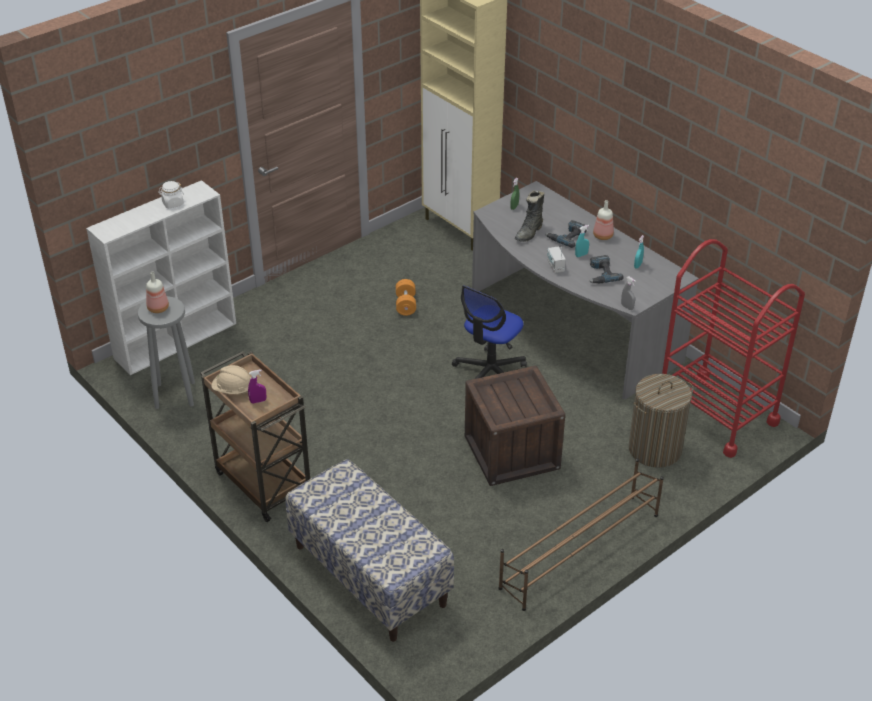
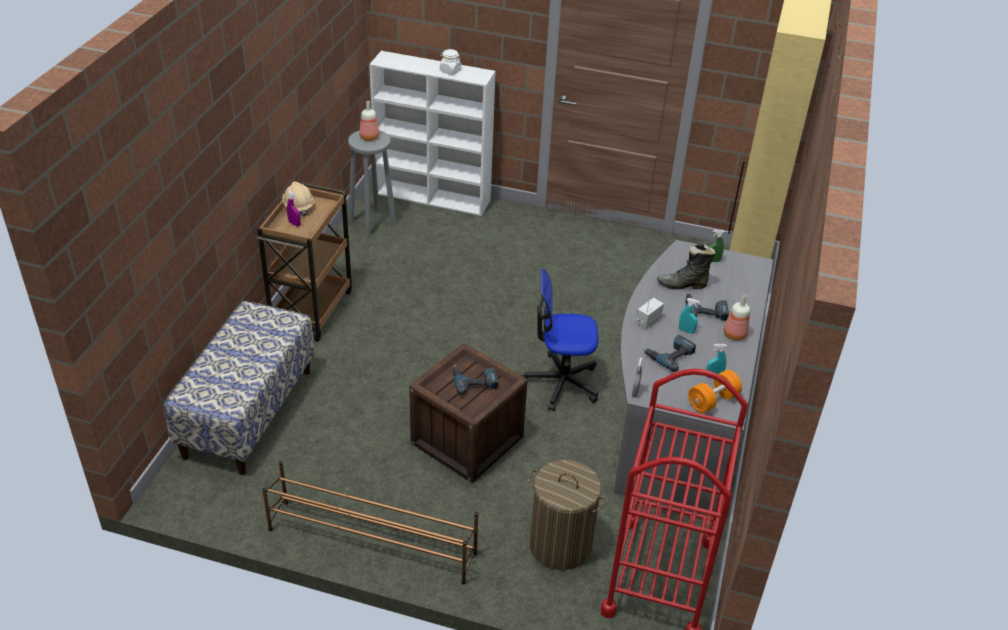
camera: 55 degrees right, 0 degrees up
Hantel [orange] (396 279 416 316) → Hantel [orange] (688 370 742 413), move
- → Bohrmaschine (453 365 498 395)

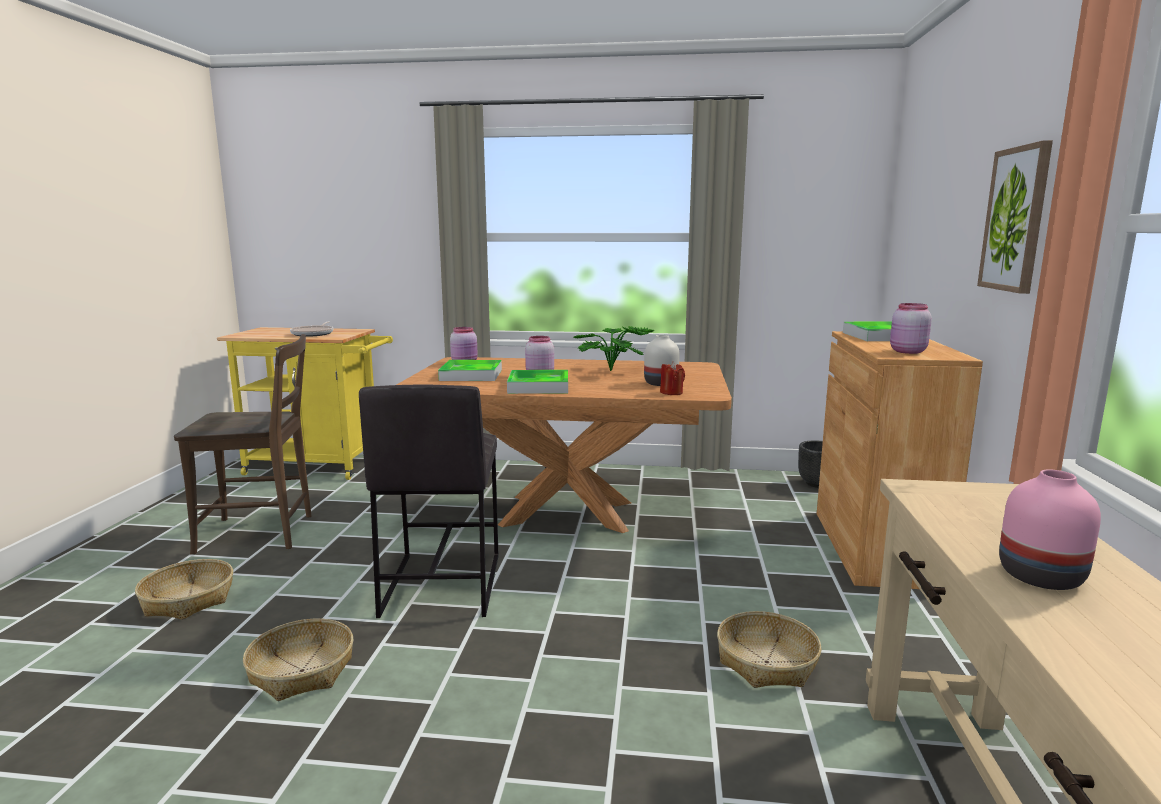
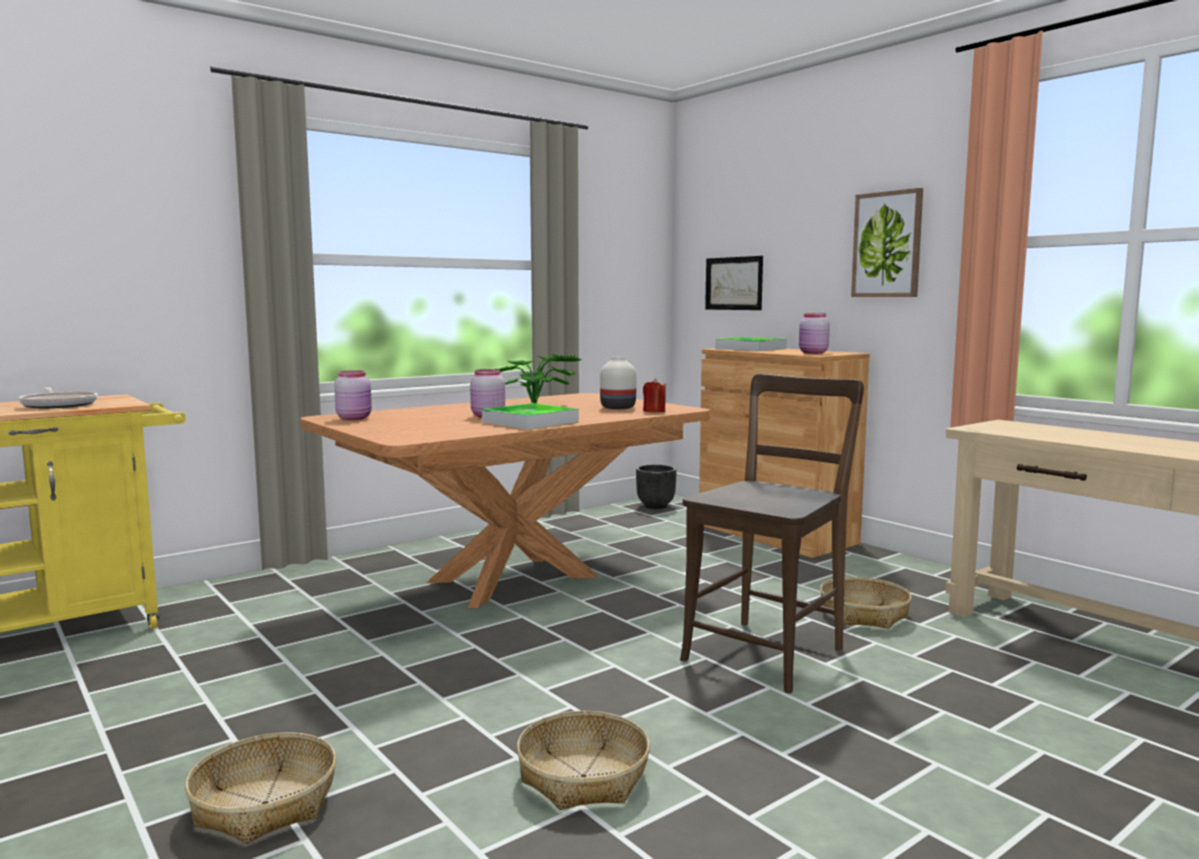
camera: 45 degrees left, 5 degrees down
Stuhl [braun] (174 334 311 555) → Stuhl [braun] (680 374 864 693), move
Tablett (438 360 502 381) → -
Hocker [grau] (359 384 499 618) → -
Vase [rosa] (999 470 1101 590) → -
- → Bild (705 256 763 310)

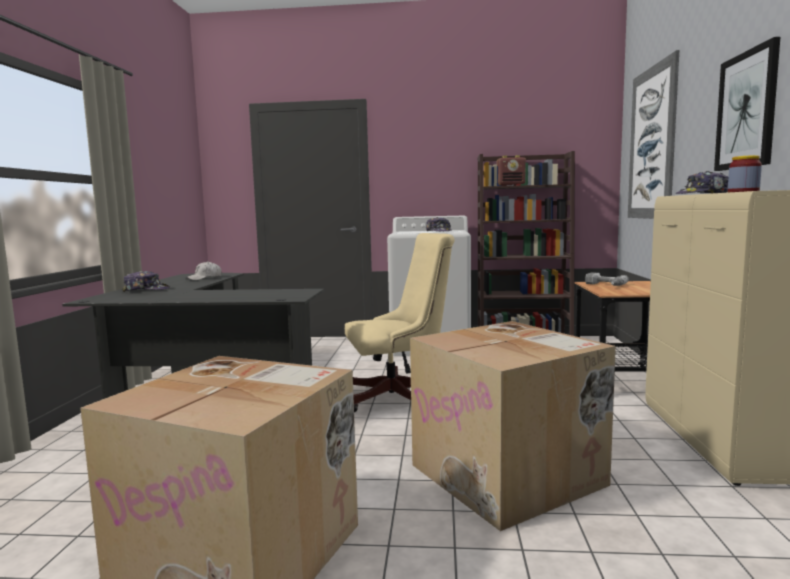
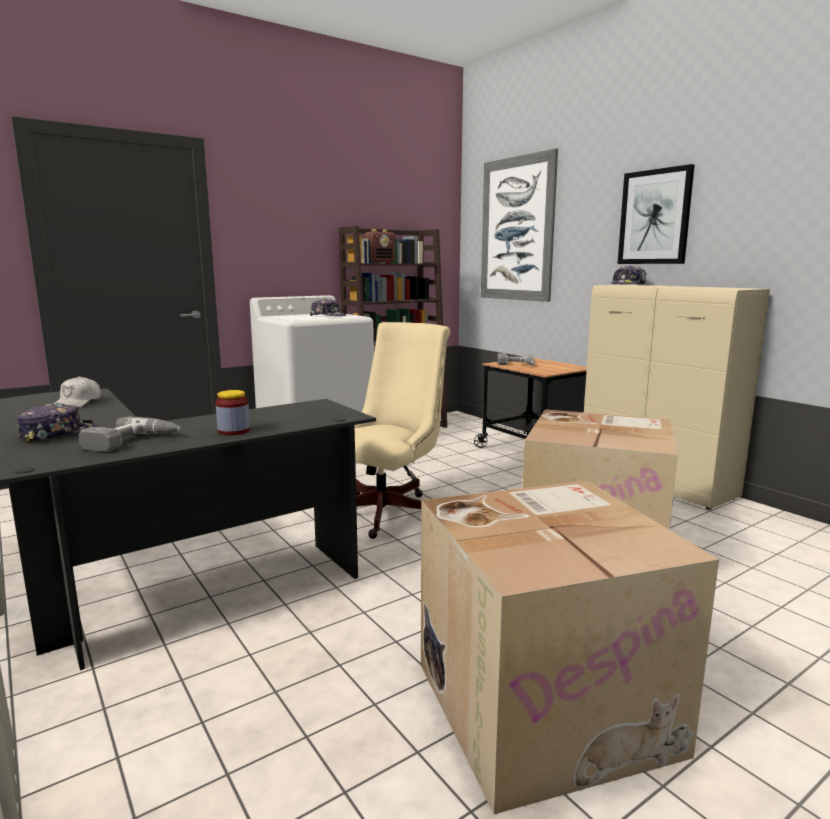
camera: 40 degrees left, 5 degrees up
Vorratsglas (728 155 762 192) → Vorratsglas (216 390 250 435), move
- → Bohrmaschine (79 417 180 452)

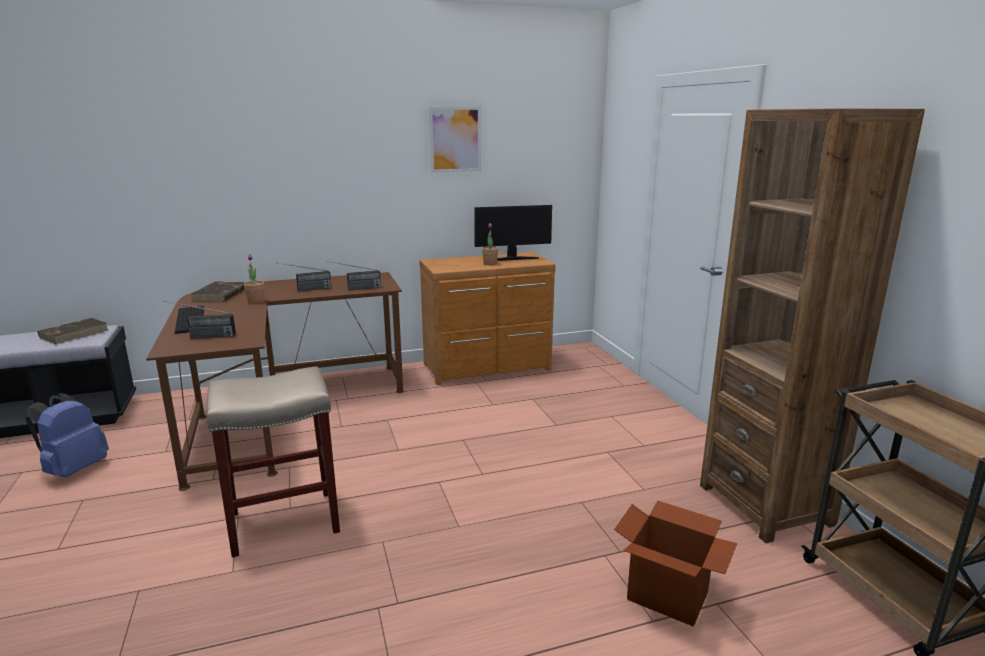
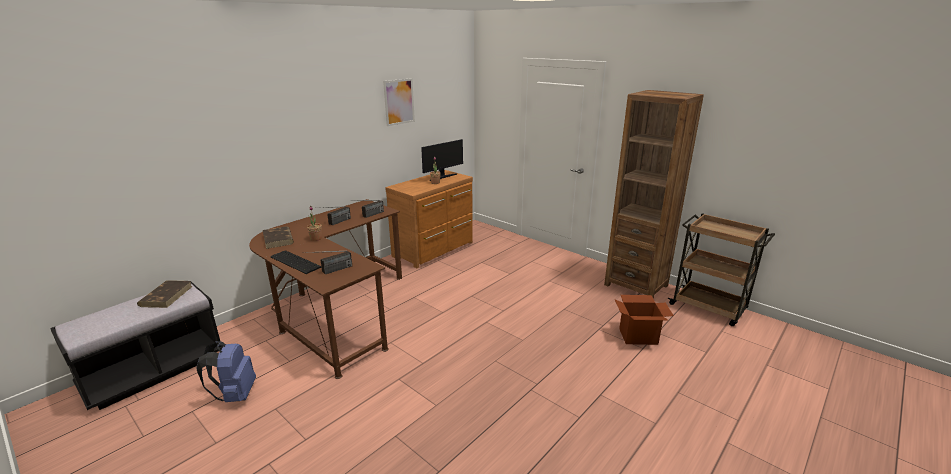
camera: 30 degrees left, 5 degrees up
Hocker [beige] (206 367 340 557) → -

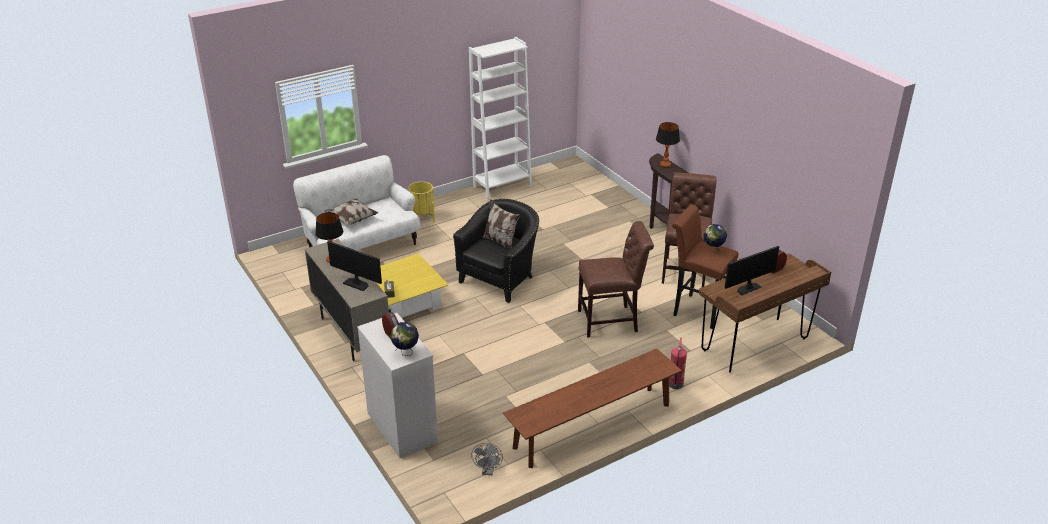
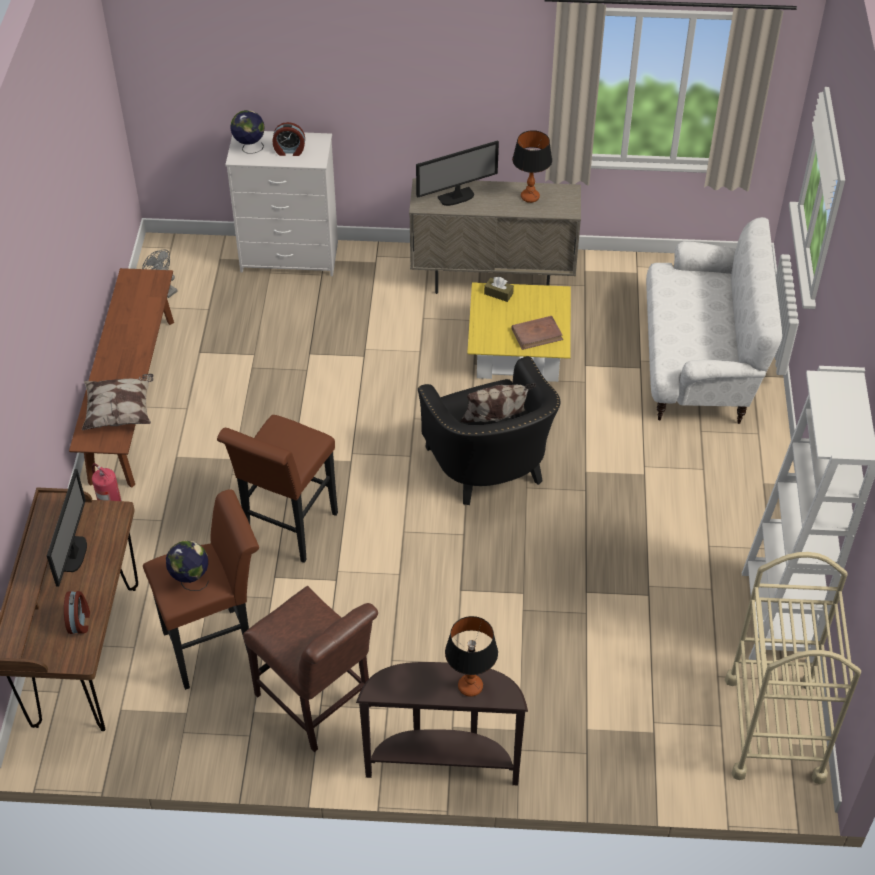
camera: 125 degrees right, 15 degrees up
Pflanzkübel [gelb] (408 181 435 222) → -
Kissen (324 199 378 226) → Kissen (82 374 154 430), move
Stuhl [braun] (578 221 654 338) → Hocker [braun] (217 415 338 563)
- → Buch [braun] (512 316 563 350)
- → Rollwagen [beige] (725 552 861 784)

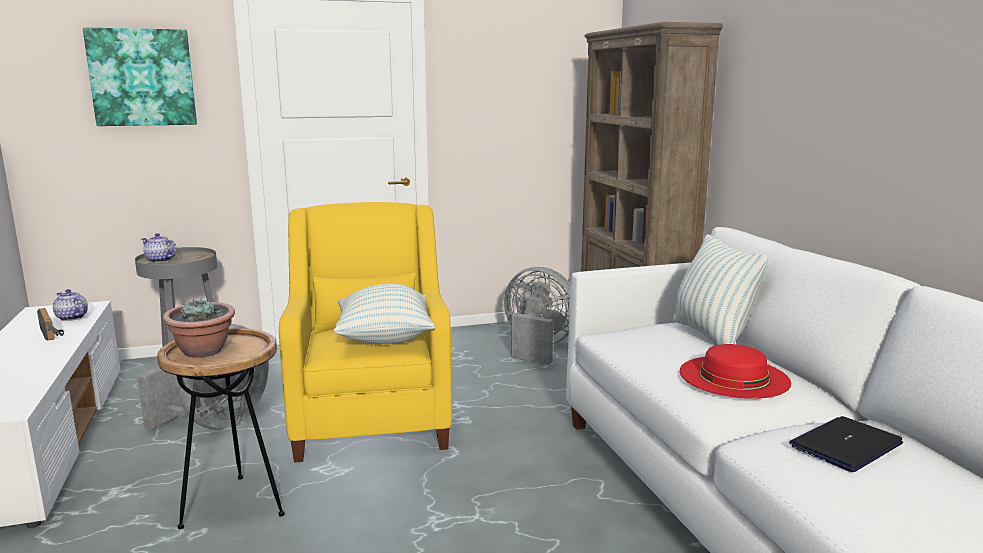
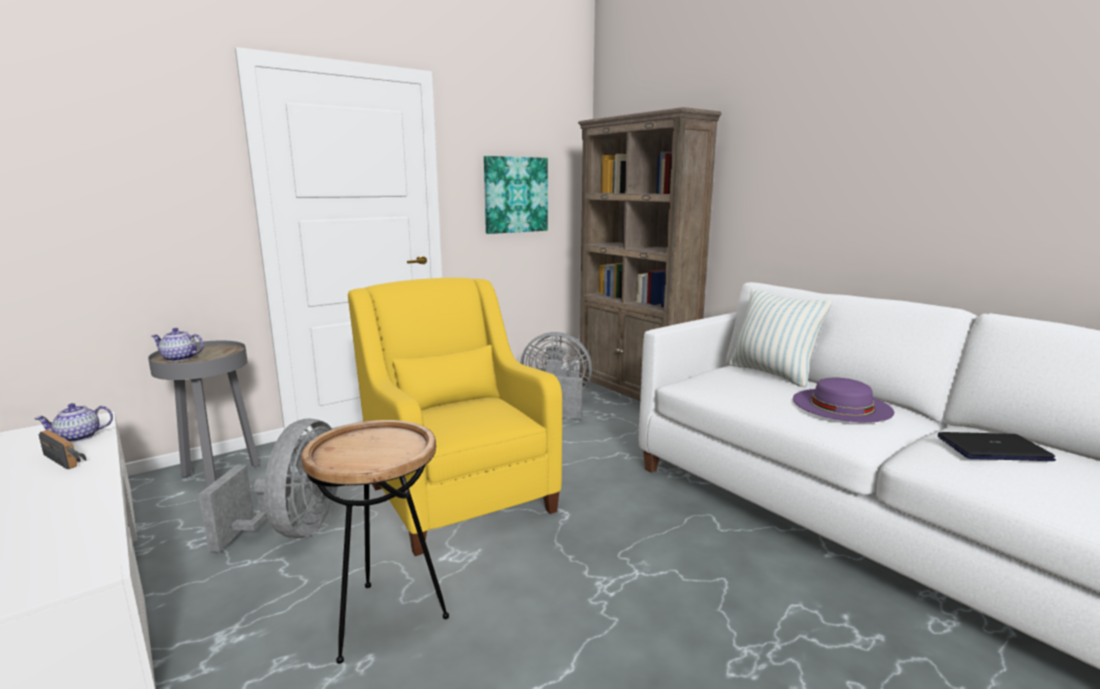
camera: 20 degrees left, 0 degrees up
Bild (83 28 197 126) → Bild (484 156 548 234), move
Kissen (334 284 435 344) → -
Teekanne (53 289 88 321) → Teekanne (34 403 113 442), 45 degrees counterclockwise
Topfpflanze (163 298 235 358) → -
Hut [rot] (680 344 791 399) → Hut [lila] (793 378 894 423)
Laptop (789 416 903 472) → Laptop (938 432 1056 461), 60 degrees clockwise

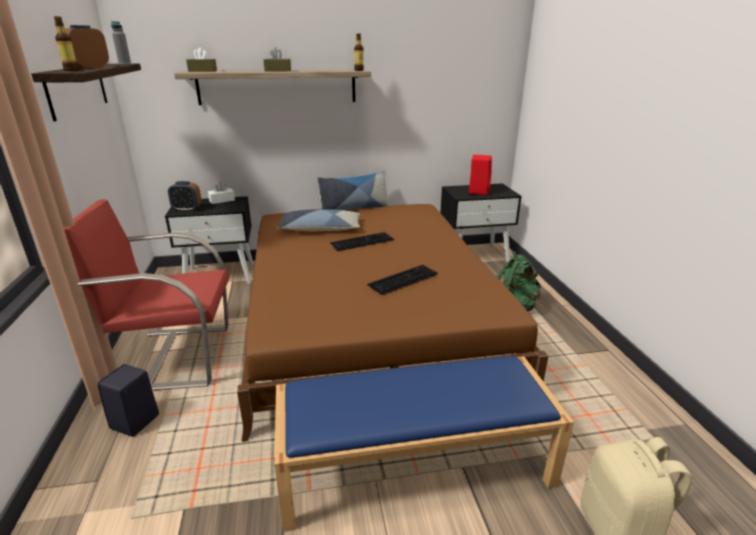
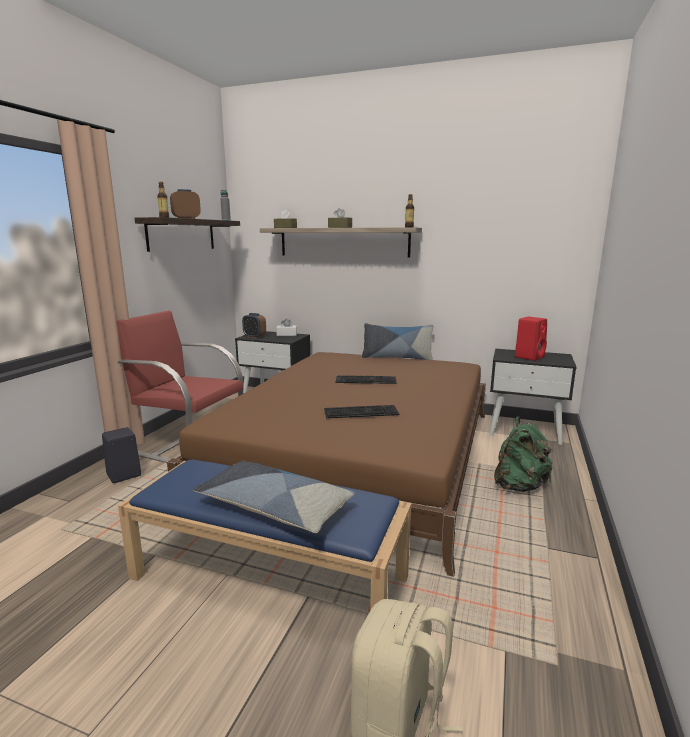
camera: 30 degrees right, 10 degrees down
Kissen (276 209 360 231) → Kissen (194 461 355 533), move

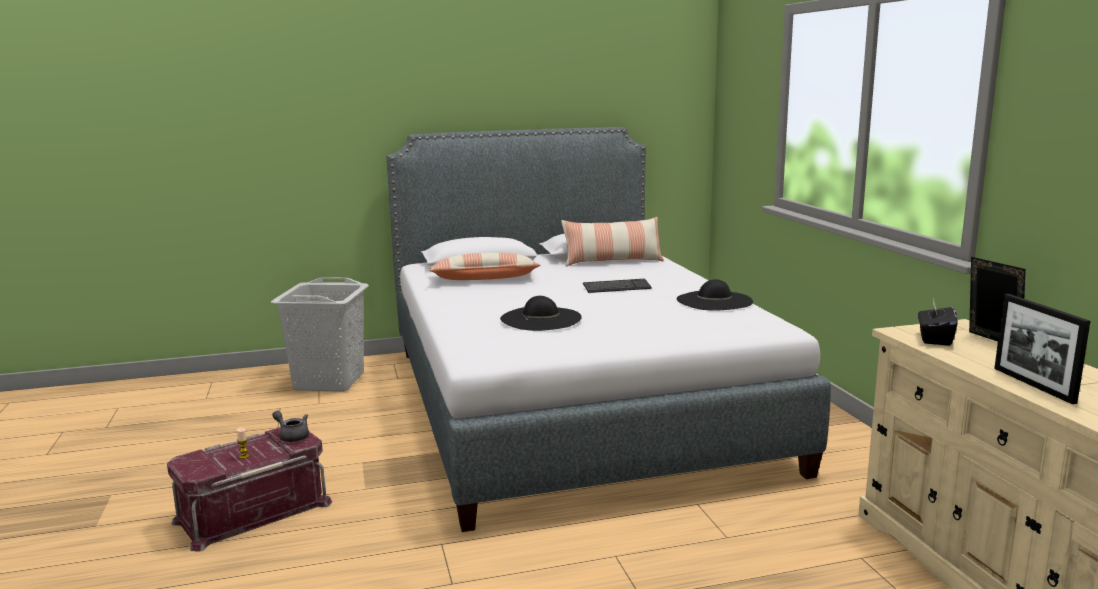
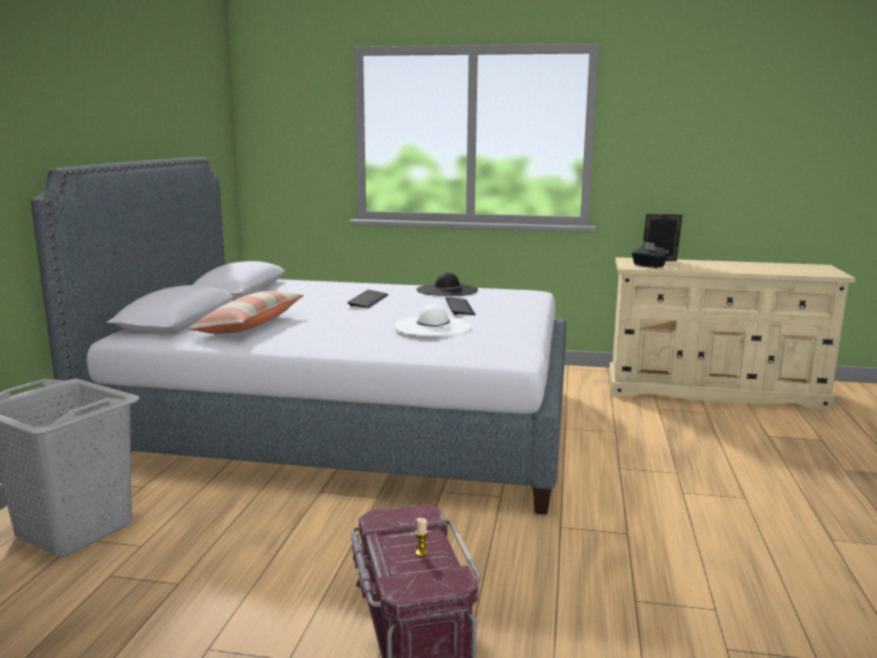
camera: 65 degrees left, 0 degrees up
Kissen (561 217 664 266) → -
Bilderrahmen (994 294 1090 404) → -
Hut [schwarz] (500 296 582 331) → Hut [weiß] (395 305 472 336)
Teekanne [grau] (272 411 309 442) → -
- → Tastatur (445 297 476 315)

